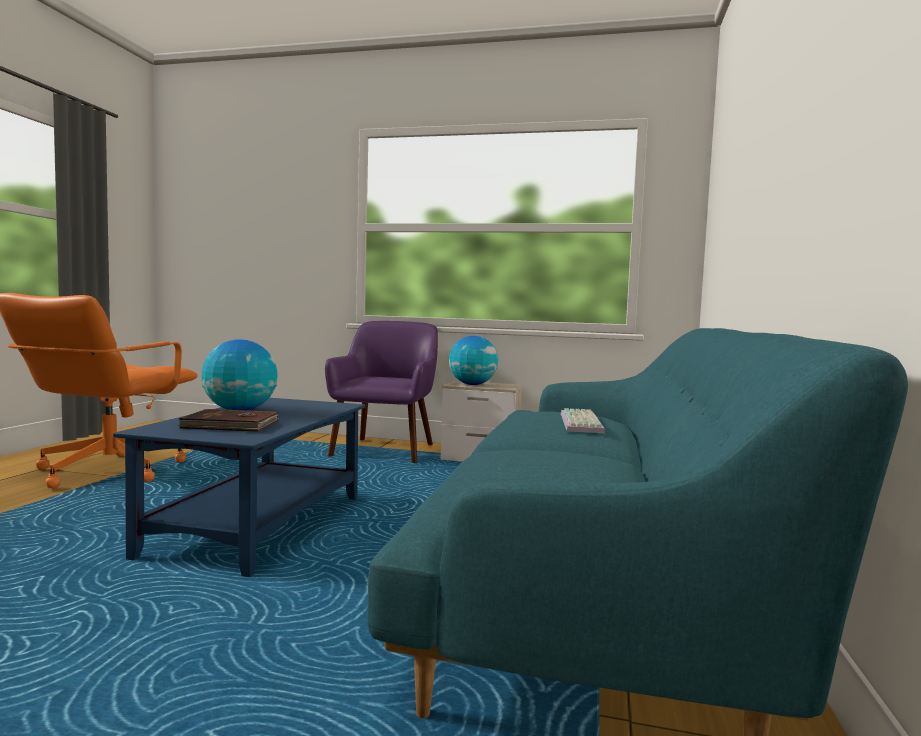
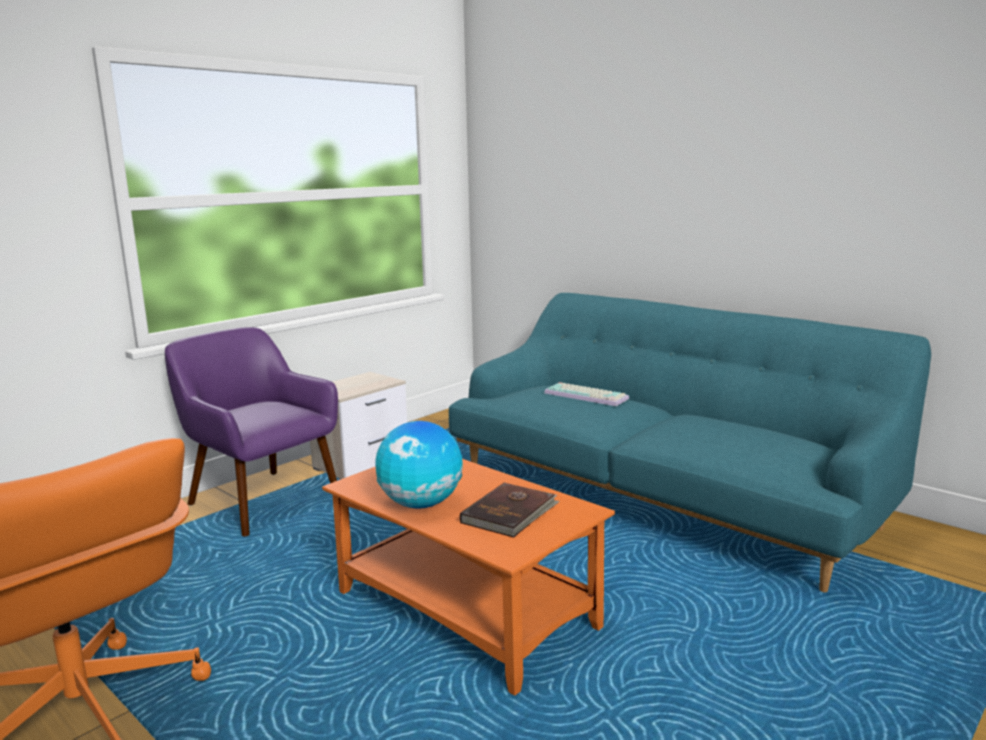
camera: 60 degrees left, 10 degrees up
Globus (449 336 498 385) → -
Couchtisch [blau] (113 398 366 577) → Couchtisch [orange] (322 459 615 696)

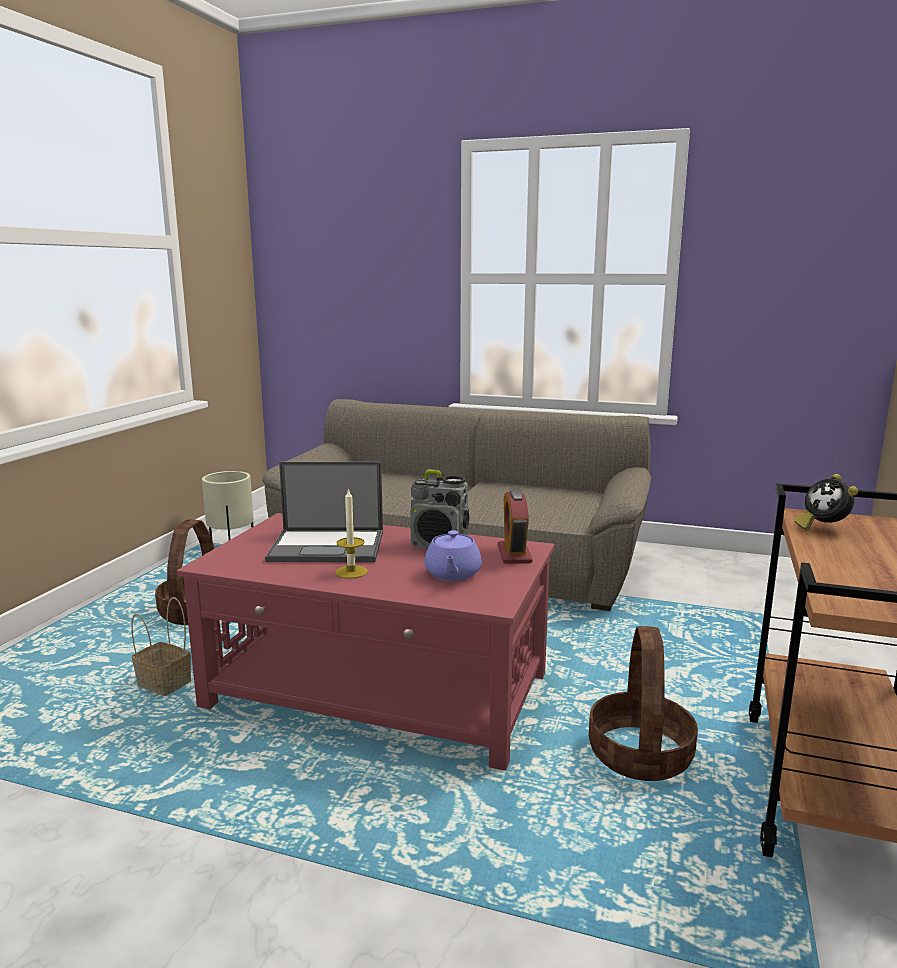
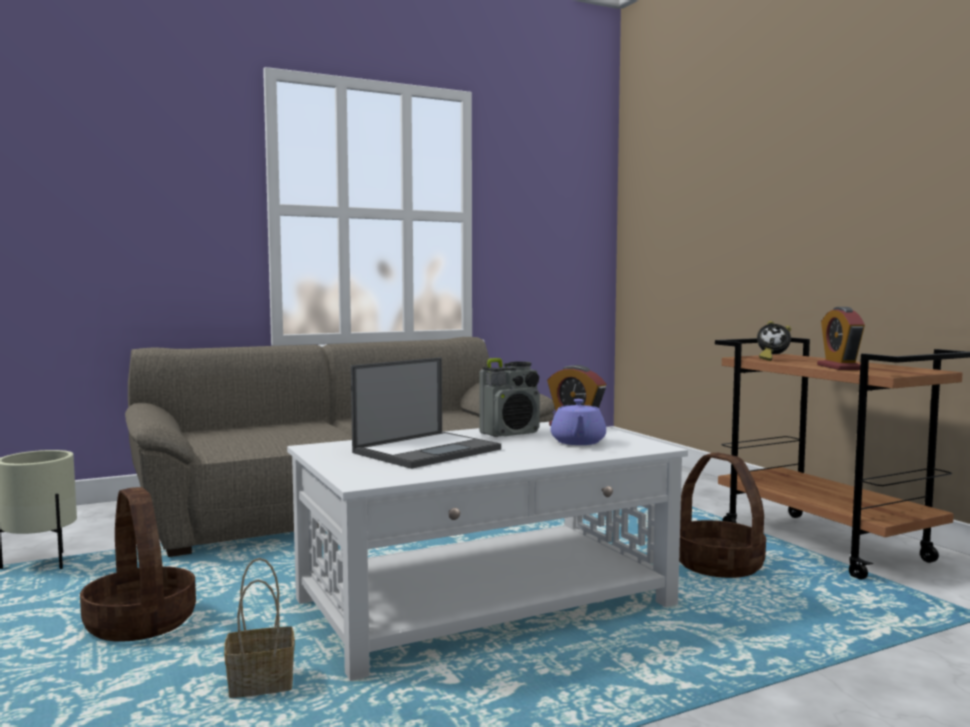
camera: 45 degrees left, 10 degrees down
Kerze (335 488 368 579) → -
Couchtisch [rot] (177 513 554 771) → Couchtisch [weiß] (287 422 688 681)
Teekanne [lila] (425 530 482 581) → Teekanne [lila] (551 399 606 445), 45 degrees clockwise
- → Wecker (817 307 865 370)

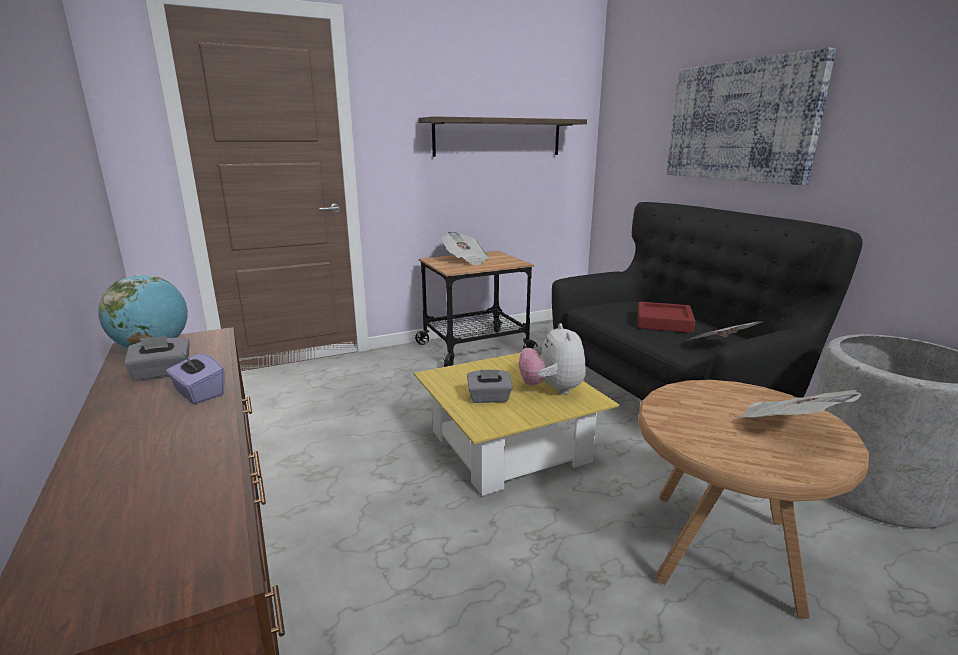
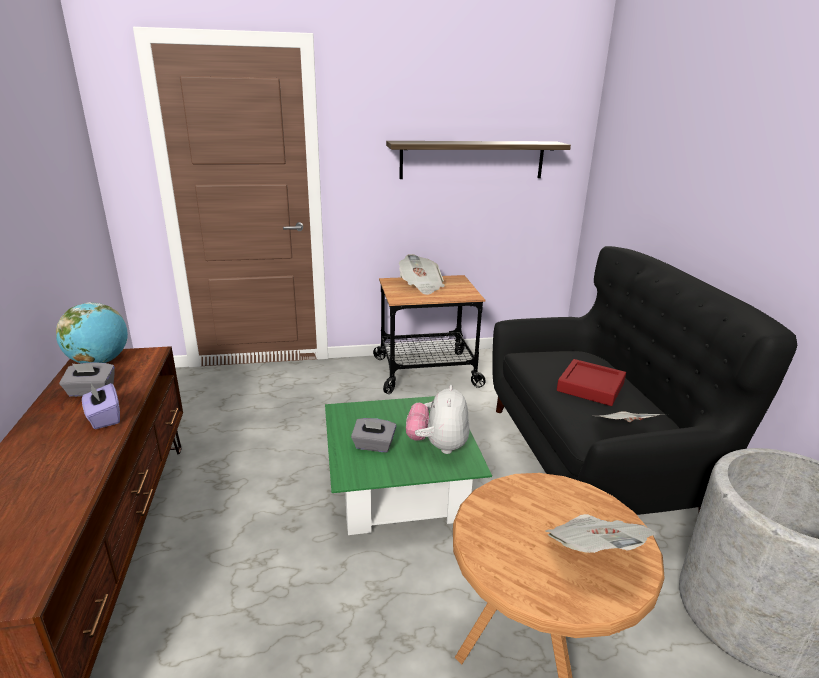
camera: 15 degrees right, 5 degrees up
Bild (667 47 836 185) → -
Couchtisch [gelb] (414 353 619 496) → Couchtisch [grün] (325 396 492 535)

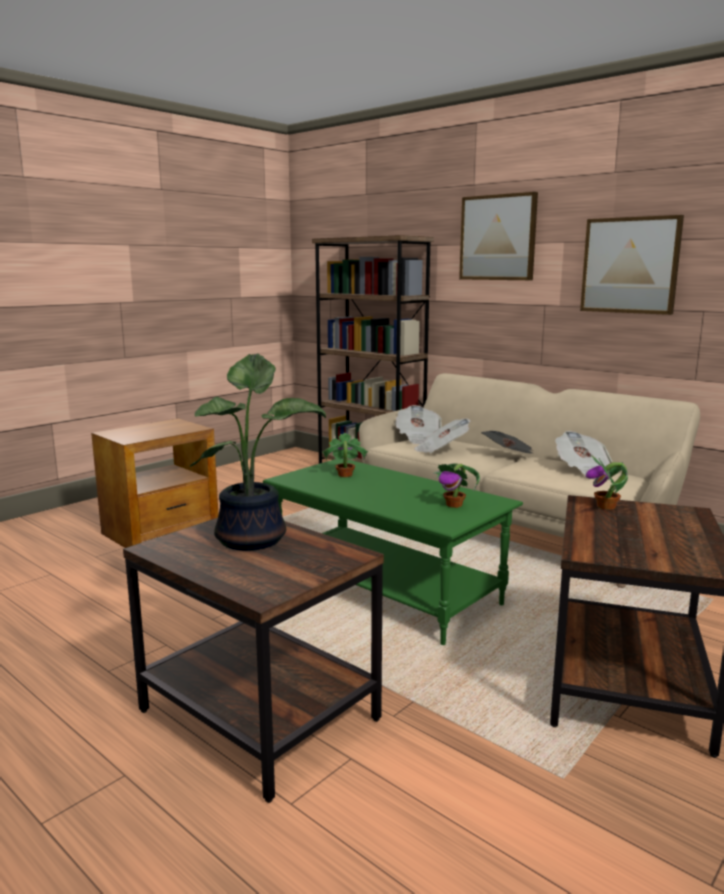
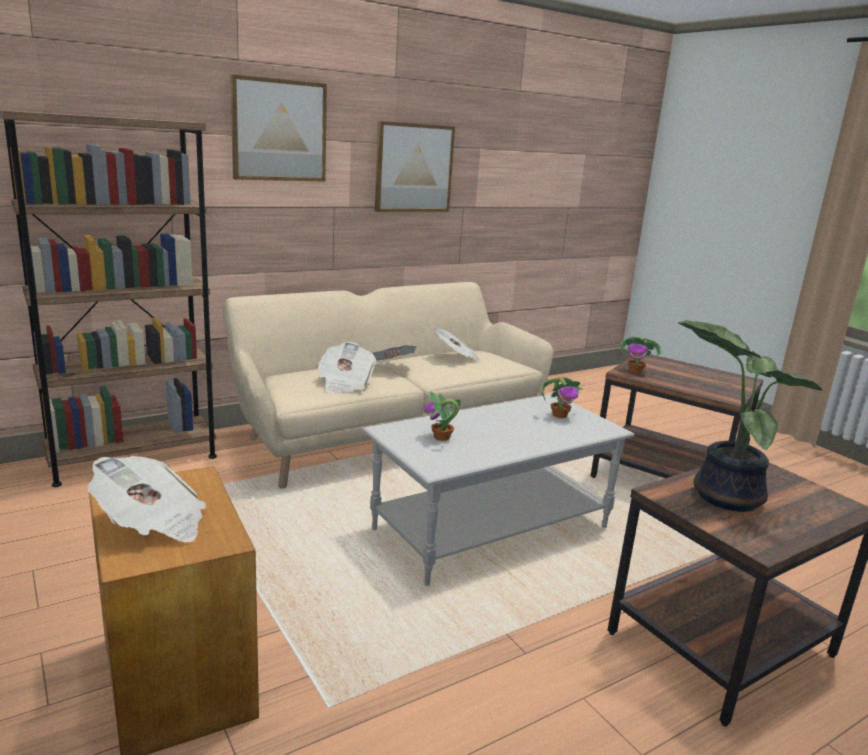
camera: 75 degrees left, 5 degrees up
Zeitung (395 405 442 444) → Zeitung (87 456 206 543), move
Couchtisch [grün] (263 459 523 645) → Couchtisch [grau] (362 394 635 586)

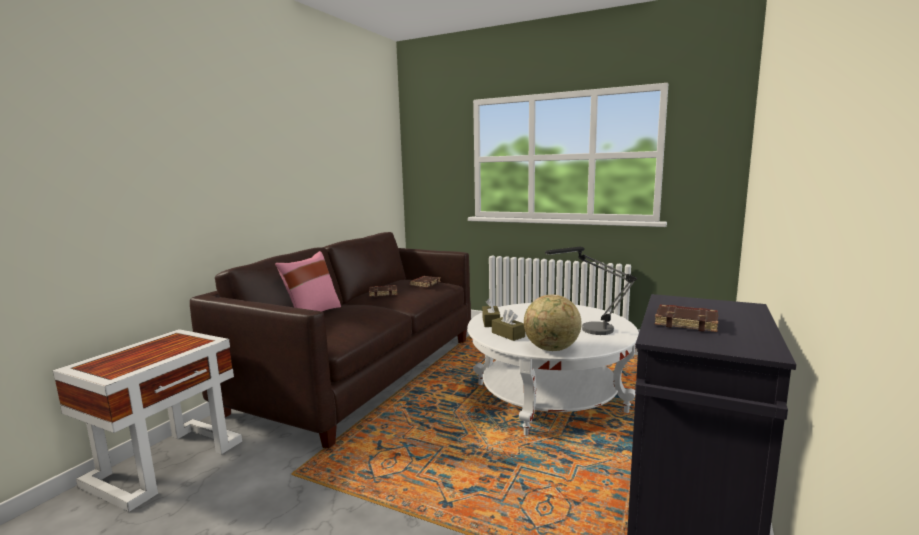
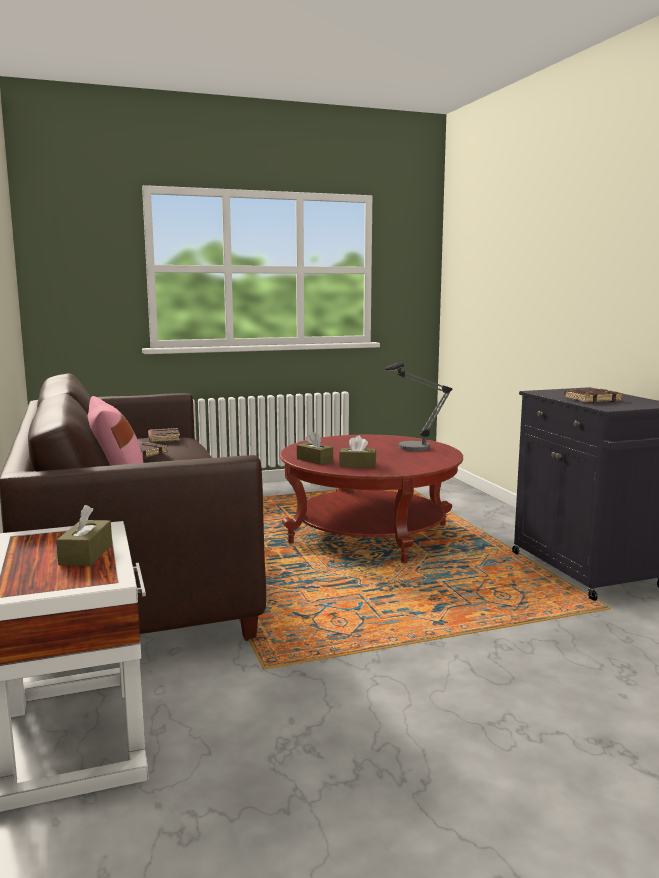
camera: 45 degrees left, 0 degrees up
Globus (524 295 582 351) → -
Couchtisch [weiß] (467 303 639 435) → Couchtisch [rot] (280 435 463 563)
- → Taschentuchbox [braun] (56 505 112 566)

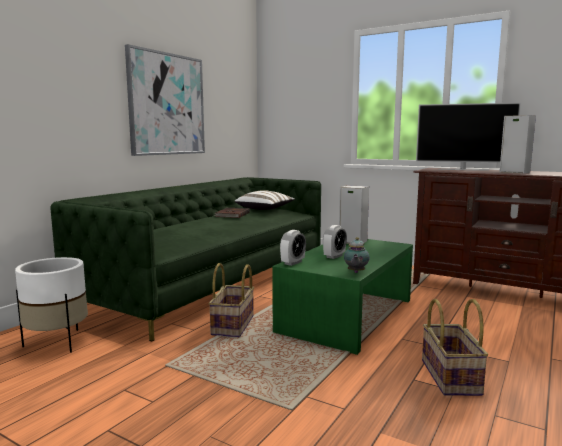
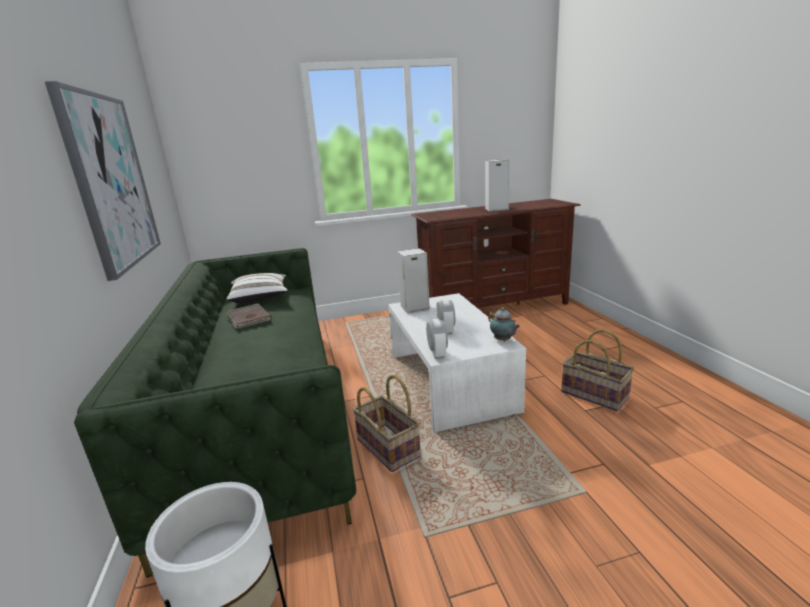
camera: 45 degrees left, 10 degrees up
Fernseher (416 103 521 171) → -
Couchtisch [grün] (272 239 413 355) → Couchtisch [weiß] (388 293 526 432)

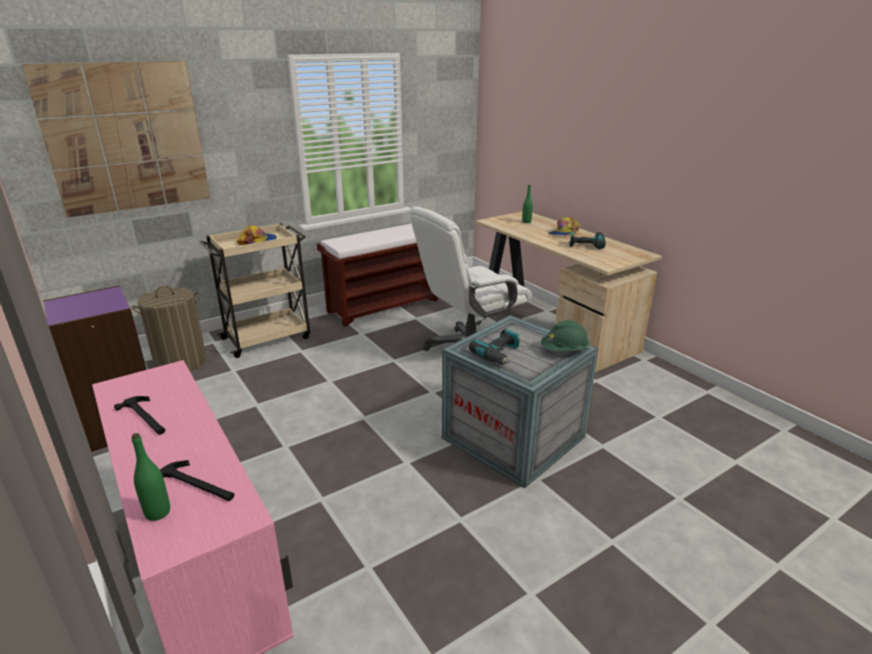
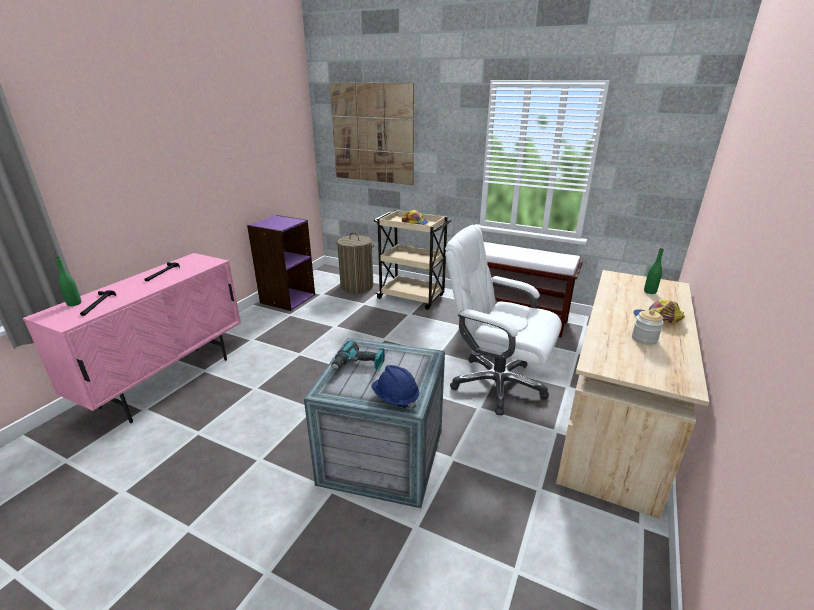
camera: 60 degrees right, 0 degrees up
Bohrmaschine (569 232 606 249) → Vorratsglas (632 310 664 345)
Schutzhelm [grün] (541 320 589 351) → Schutzhelm [blau] (371 365 419 410)

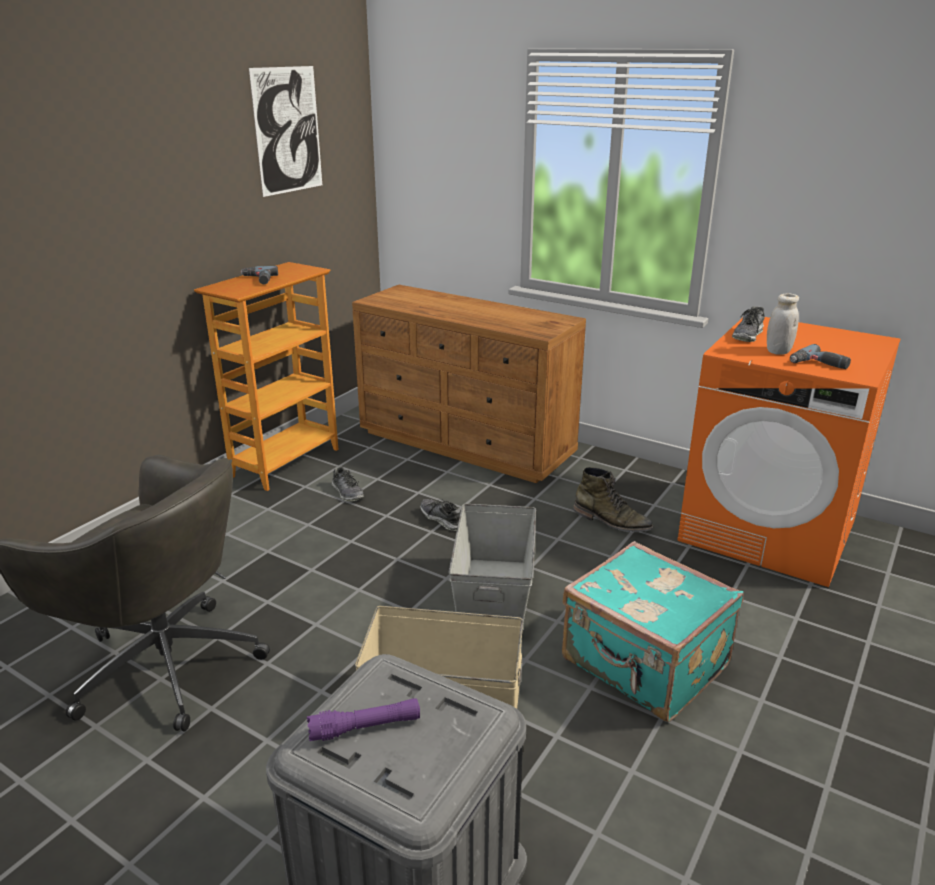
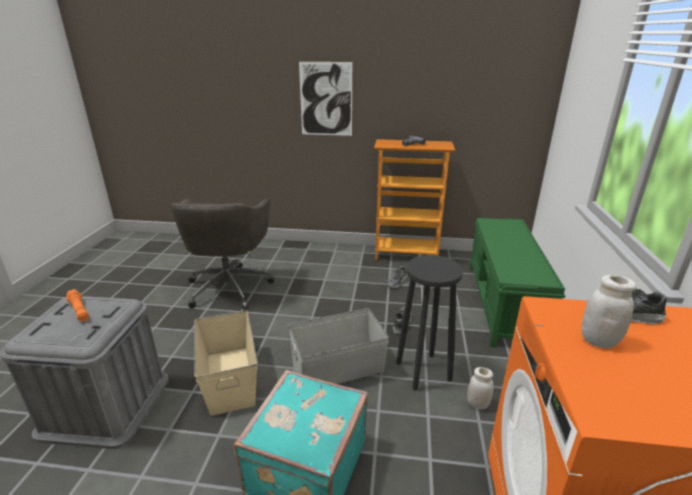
camera: 65 degrees right, 0 degrees up
Bild (249 66 322 197) → Bild (299 62 352 136), move
Kommode [braun] (352 285 586 483) → Bank [grün] (470 218 565 347)
Bohrmaschine (790 344 851 369) → -
Stiefel [grün] (573 467 654 532) → Vorratsglas [weiß] (467 367 494 410)
Taschenlampe [lila] (307 698 420 741) → Taschenlampe [orange] (66 289 89 322)
- → Hocker [schwarz] (396 255 463 391)

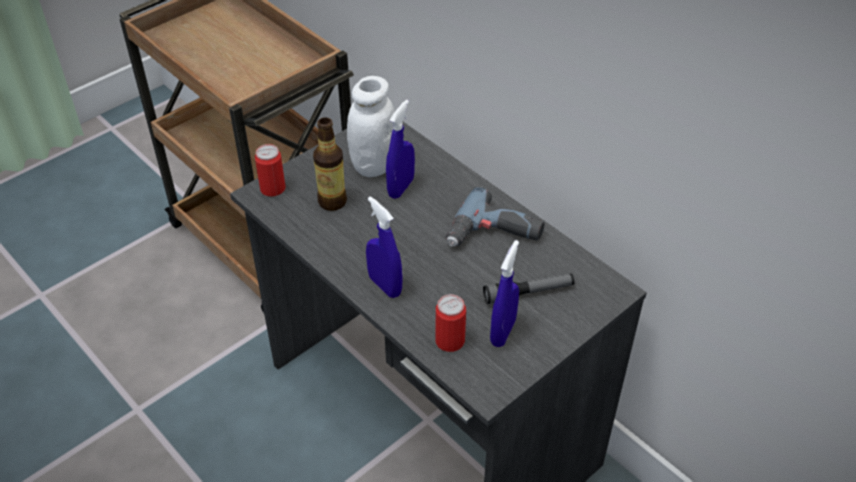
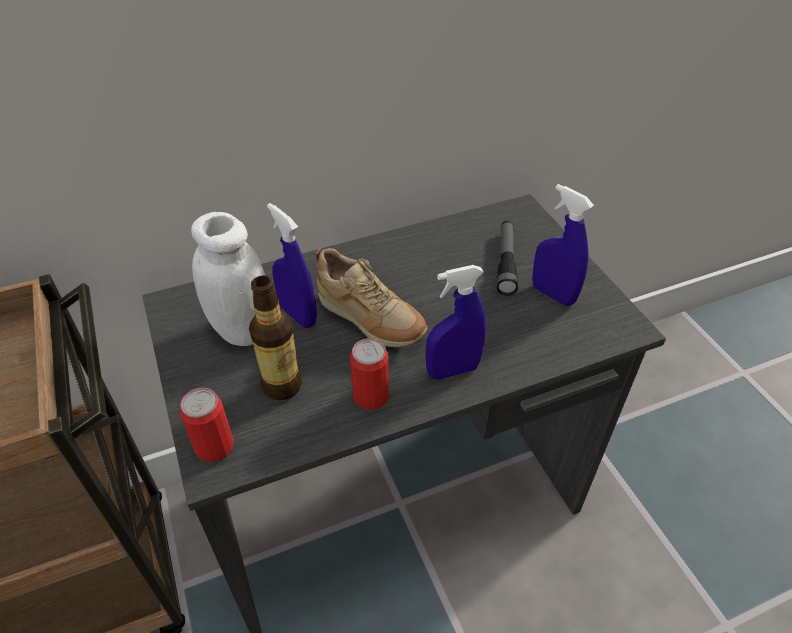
camera: 70 degrees left, 0 degrees up
Bohrmaschine (446 186 545 247) → -
Dose (435 294 466 352) → Dose (350 338 389 410), move
- → Schuh [beige] (316 248 427 347)

